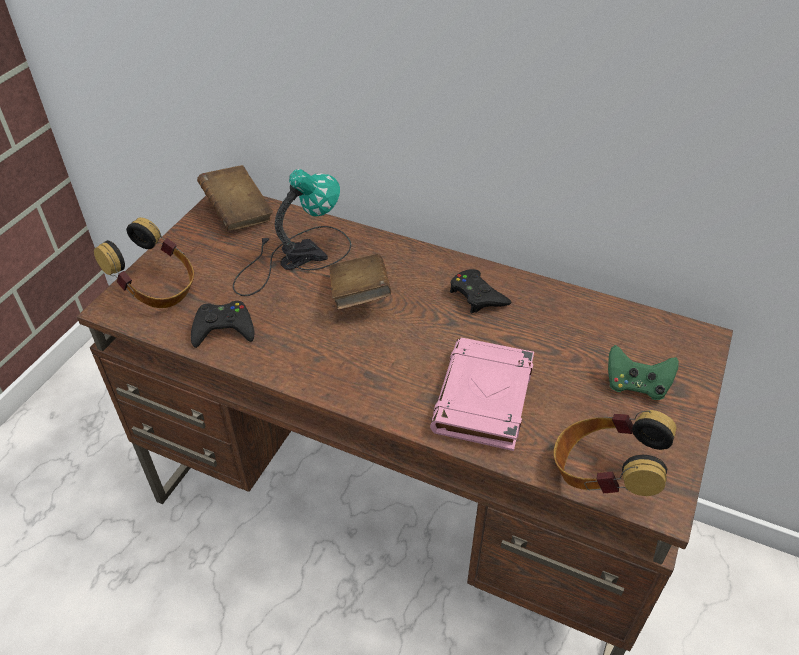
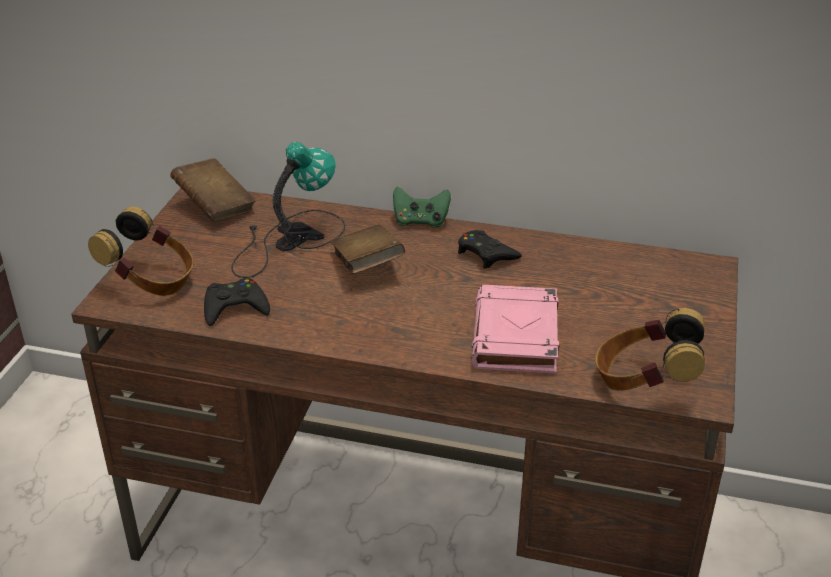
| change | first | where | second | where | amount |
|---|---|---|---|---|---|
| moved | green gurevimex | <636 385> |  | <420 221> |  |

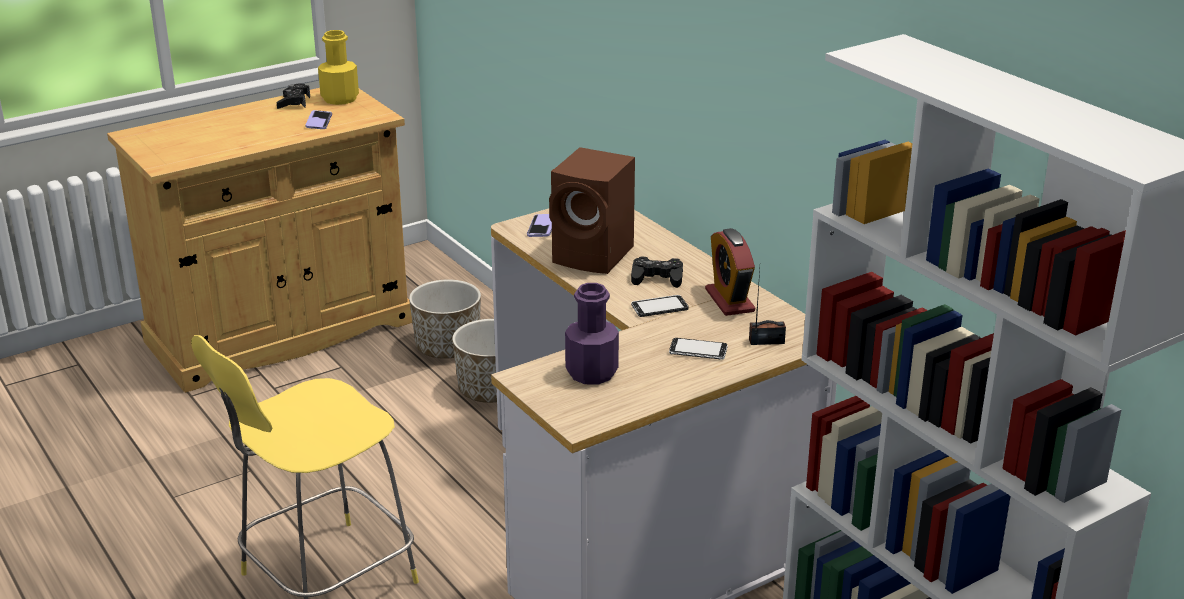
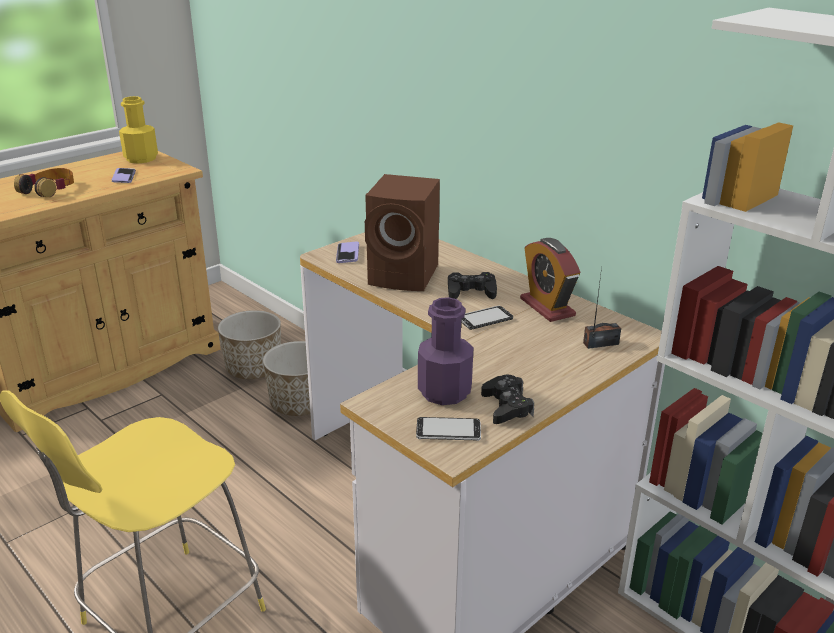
| change | first | where | second | where | amount |
|---|---|---|---|---|---|
| moved | black gurevimex | <294 102> |  | <506 406> |  |
| moved | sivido | <698 351> |  | <448 431> |  |
| added |  |  | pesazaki | <49 189> |  |

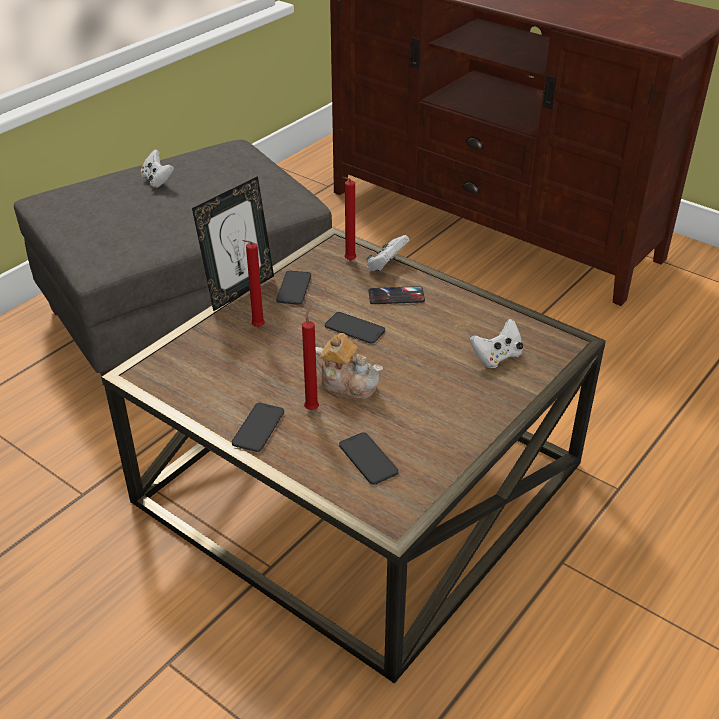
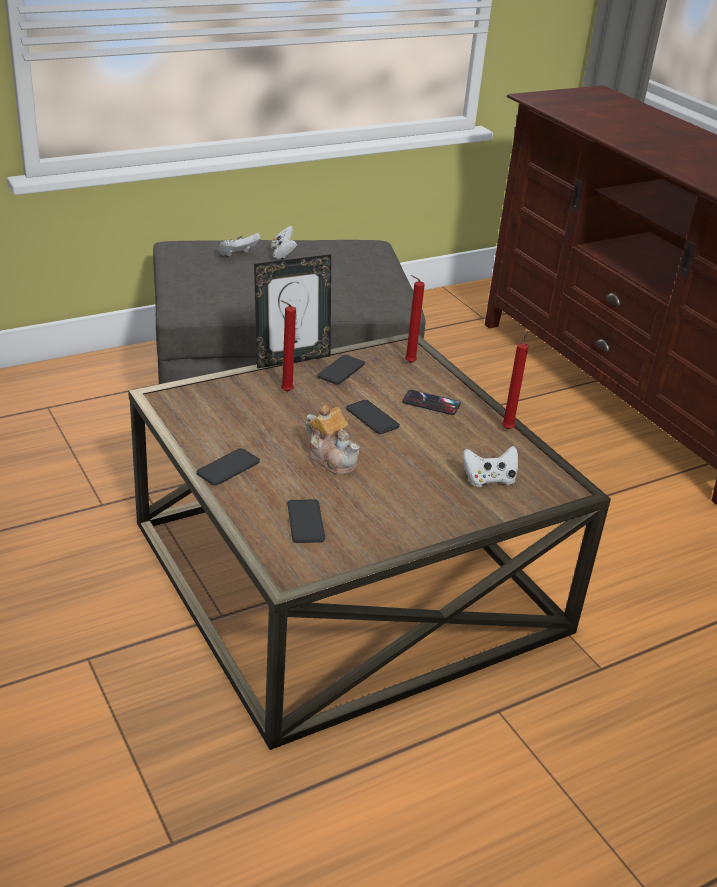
| change | first | where | second | where | amount |
|---|---|---|---|---|---|
| moved | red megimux | <312 408> |  | <508 428> |  |
| moved | white gurevimex | <386 265> |  | <237 255> |  |

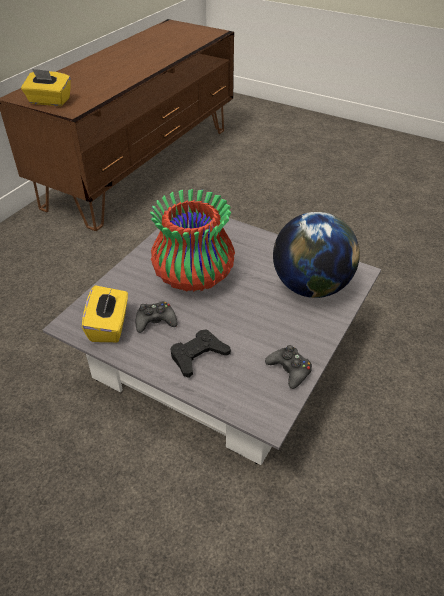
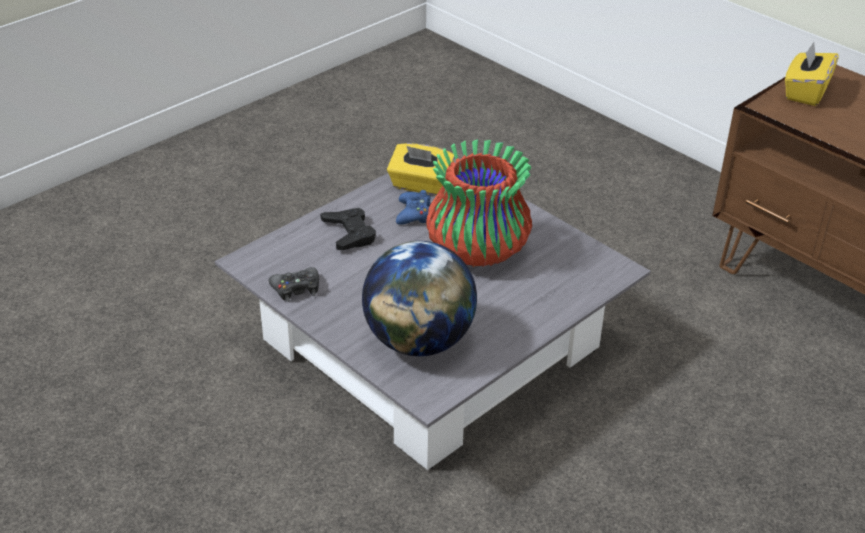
| change | first | where | second | where | amount |
|---|---|---|---|---|---|
| recoloured | black gurevimex | <155 321> | blue gurevimex | <414 214> |  |

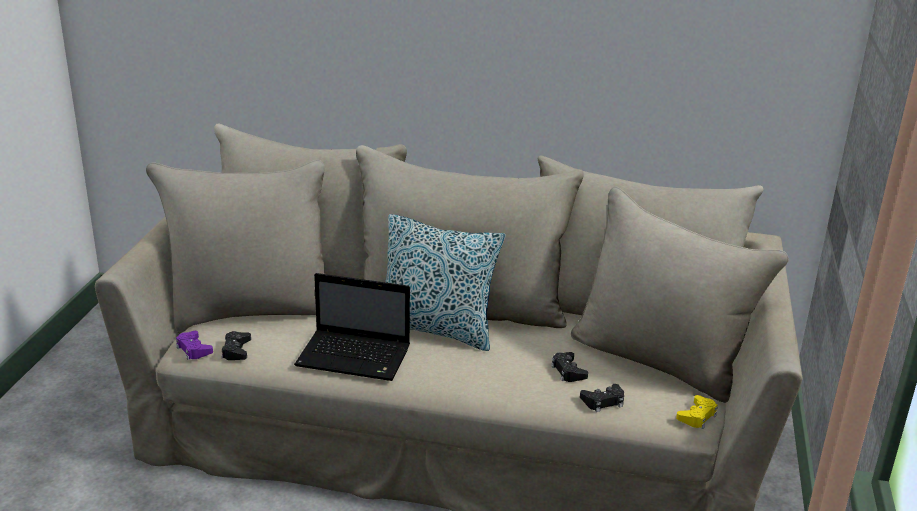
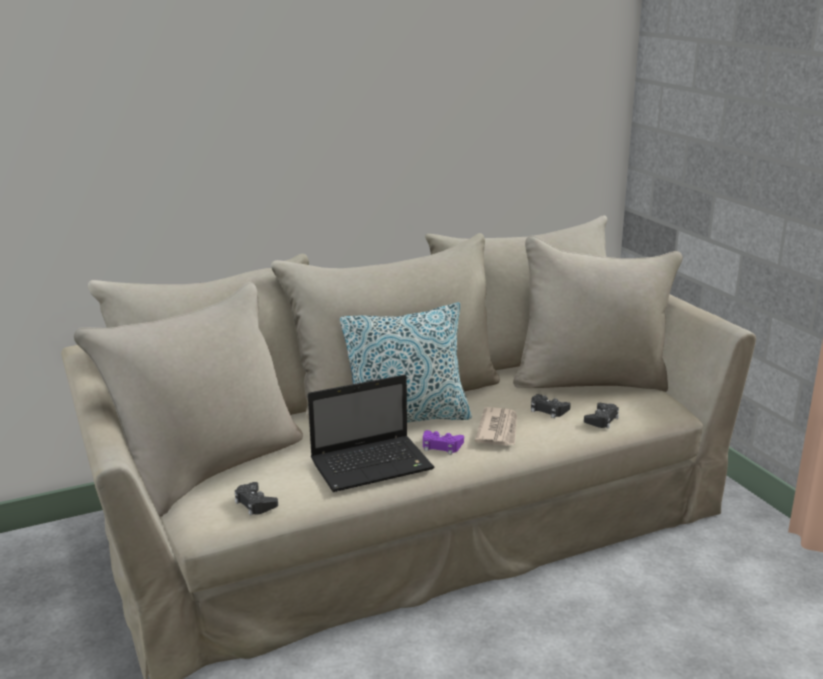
| change | first | where | second | where | amount |
|---|---|---|---|---|---|
| moved | purple gurevimex | <193 349> |  | <441 446> |  |
| removed | yellow gurevimex | <697 416> |  |  |  |
| added |  |  | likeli | <498 430> |  |

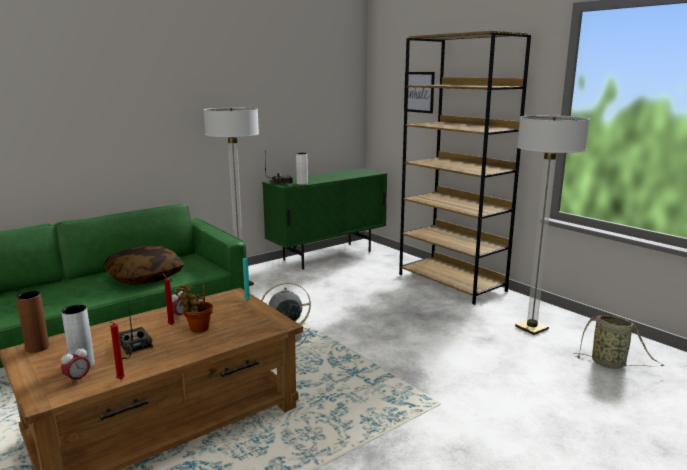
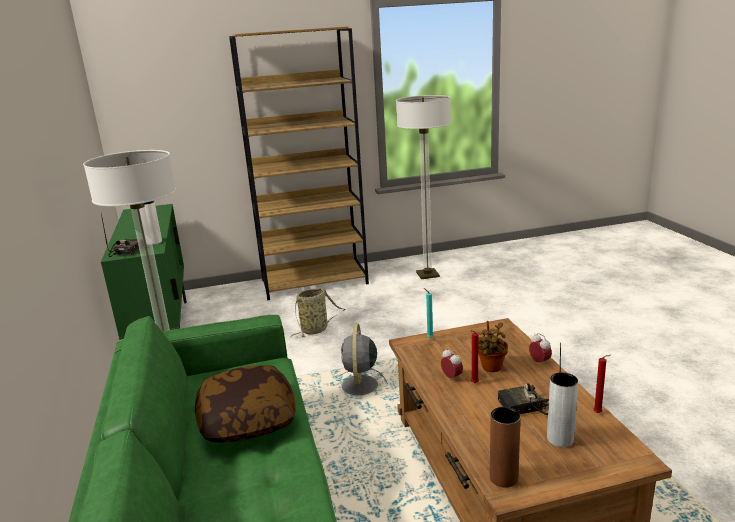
| change | first | where | second | where | amount |
|---|---|---|---|---|---|
| moved | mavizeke | <77 379> |  | <539 362> |  |
| removed | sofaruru | <419 92> |  |  |  |
| moved | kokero | <610 364> |  | <316 329> |  |

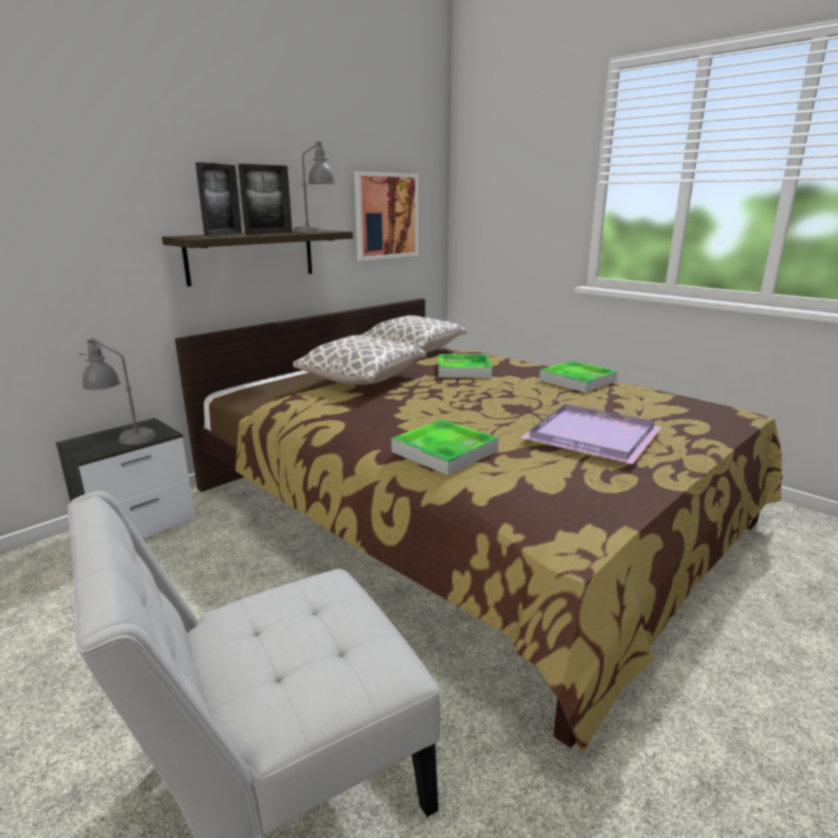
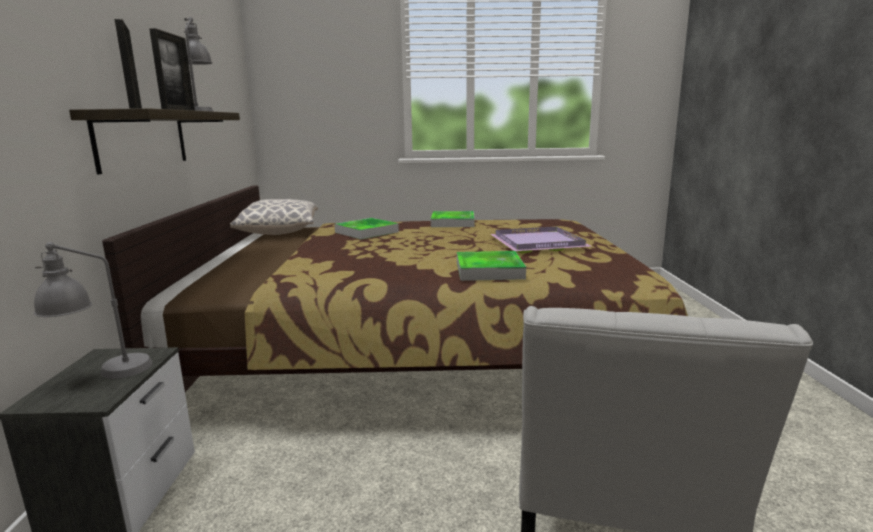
| change | first | where | second | where | amount |
|---|---|---|---|---|---|
| removed | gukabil | <361 380> |  |  |  |
| removed | sofaruru | <386 216> |  |  |  |

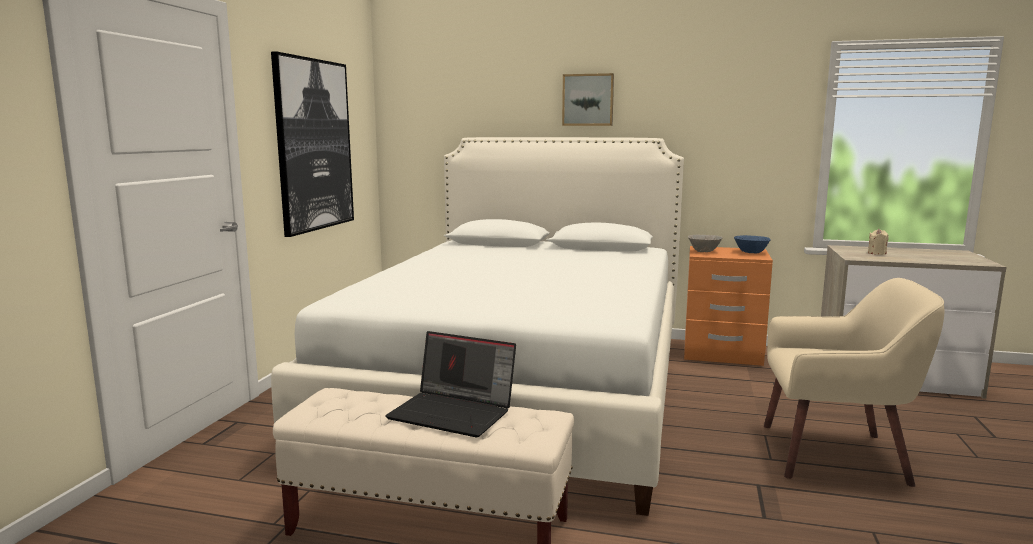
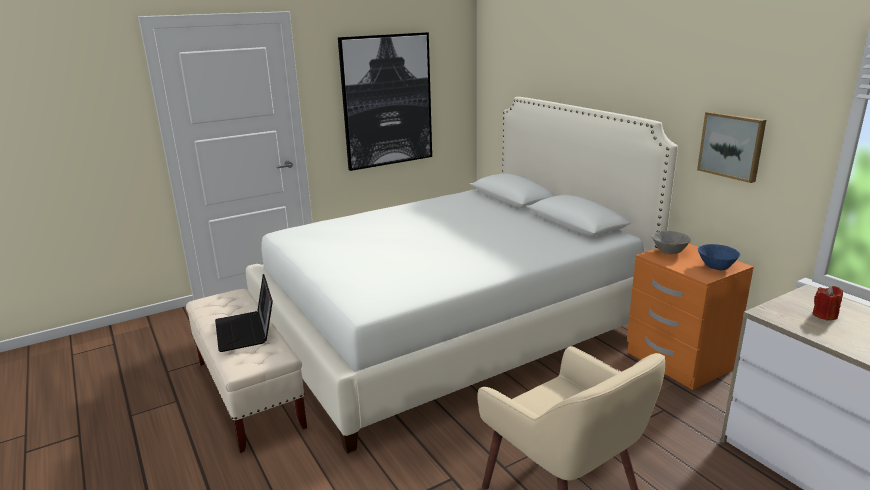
| change | first | where | second | where | amount |
|---|---|---|---|---|---|
| moved | sofaruru | <588 100> |  | <732 145> |  |
| recoloured | beige megimux | <877 253> | red megimux | <824 315> |  |

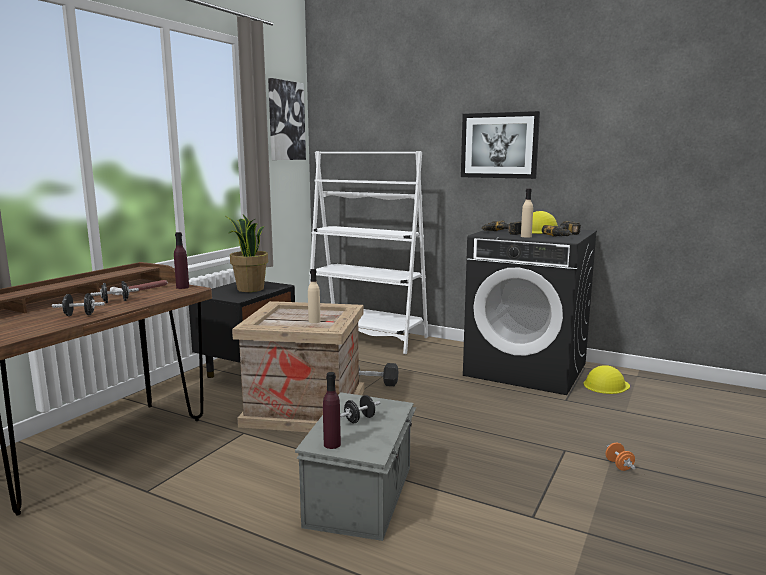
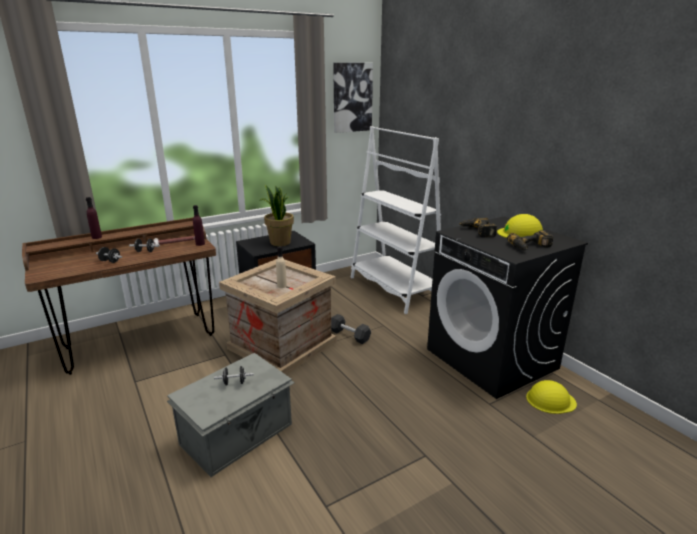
| change | first | where | second | where | amount |
|---|---|---|---|---|---|
| moved | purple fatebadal | <332 444> |  | <97 237> |  |
| removed | sofaruru | <499 145> |  |  |  |
| removed | beige fatebadal | <526 236> |  |  |  |
| removed | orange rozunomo | <619 465> |  |  |  |

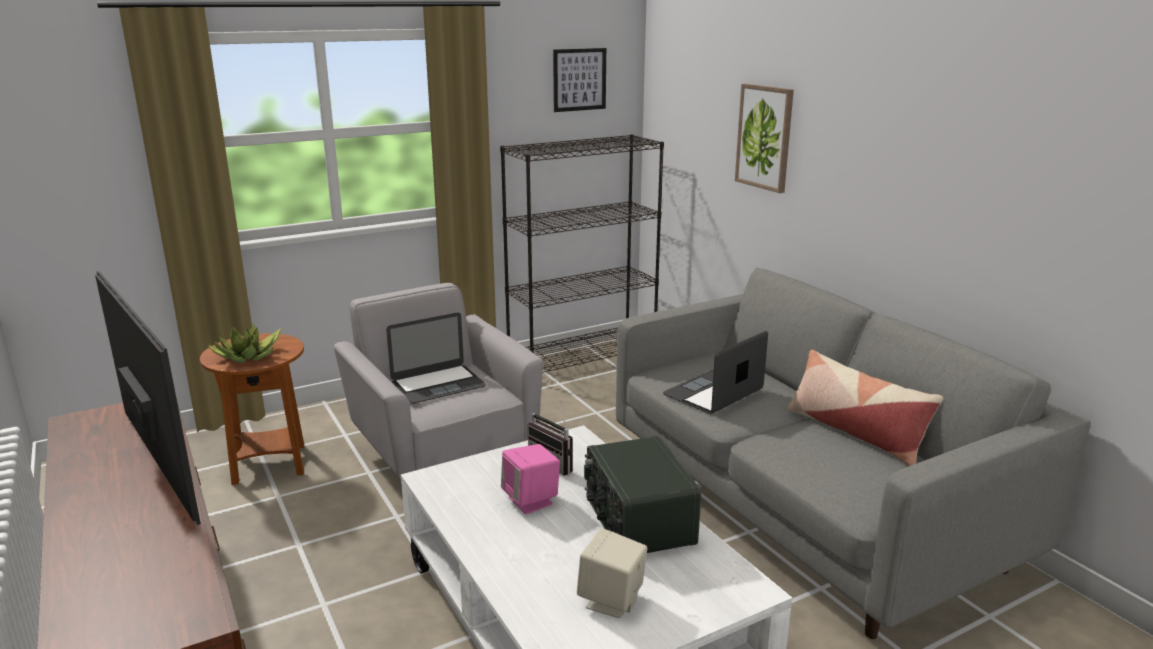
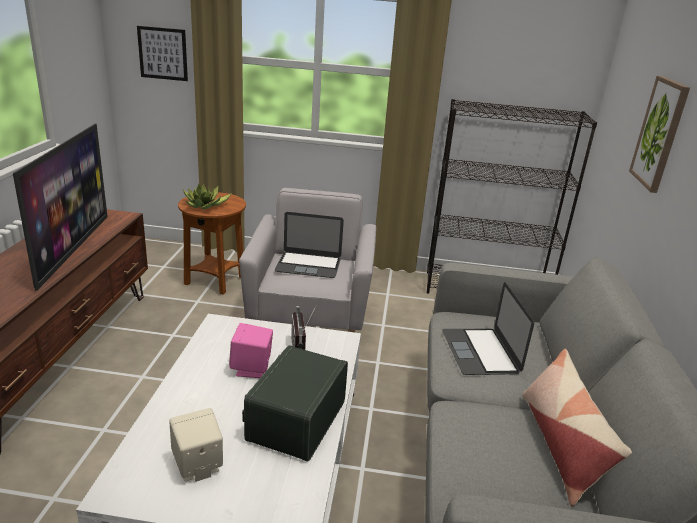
| change | first | where | second | where | amount |
|---|---|---|---|---|---|
| moved | sofaruru | <579 79> |  | <163 53> |  |
| turned | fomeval | <713 392> |  | <480 351> | 90 degrees counterclockwise |

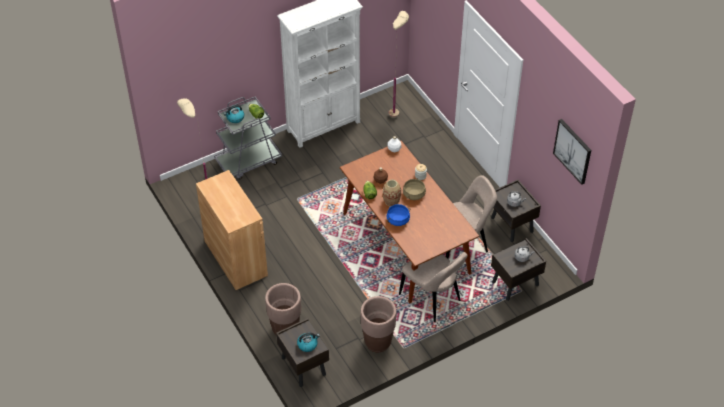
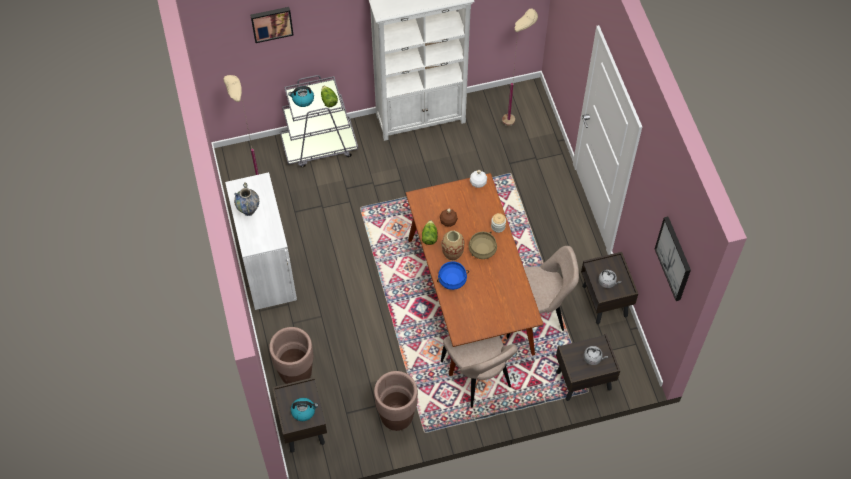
| change | first | where | second | where | amount |
|---|---|---|---|---|---|
| recoloured | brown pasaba | <235 258> | white pasaba | <267 268> |  |
| added |  |  | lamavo | <249 210> |  |
| added |  |  | sofaruru | <271 23> |  |

